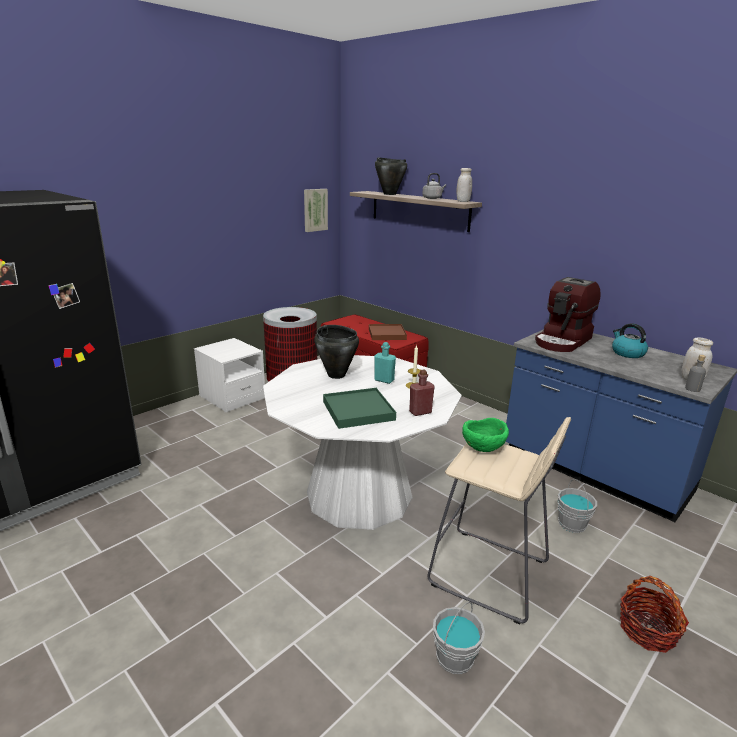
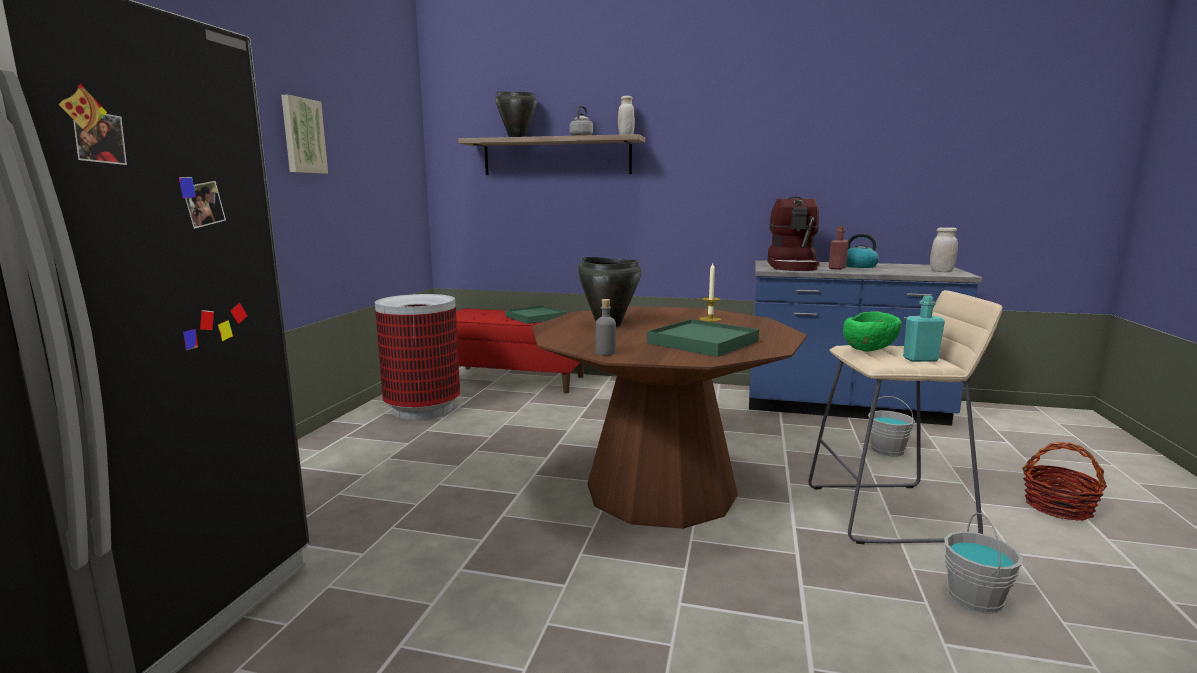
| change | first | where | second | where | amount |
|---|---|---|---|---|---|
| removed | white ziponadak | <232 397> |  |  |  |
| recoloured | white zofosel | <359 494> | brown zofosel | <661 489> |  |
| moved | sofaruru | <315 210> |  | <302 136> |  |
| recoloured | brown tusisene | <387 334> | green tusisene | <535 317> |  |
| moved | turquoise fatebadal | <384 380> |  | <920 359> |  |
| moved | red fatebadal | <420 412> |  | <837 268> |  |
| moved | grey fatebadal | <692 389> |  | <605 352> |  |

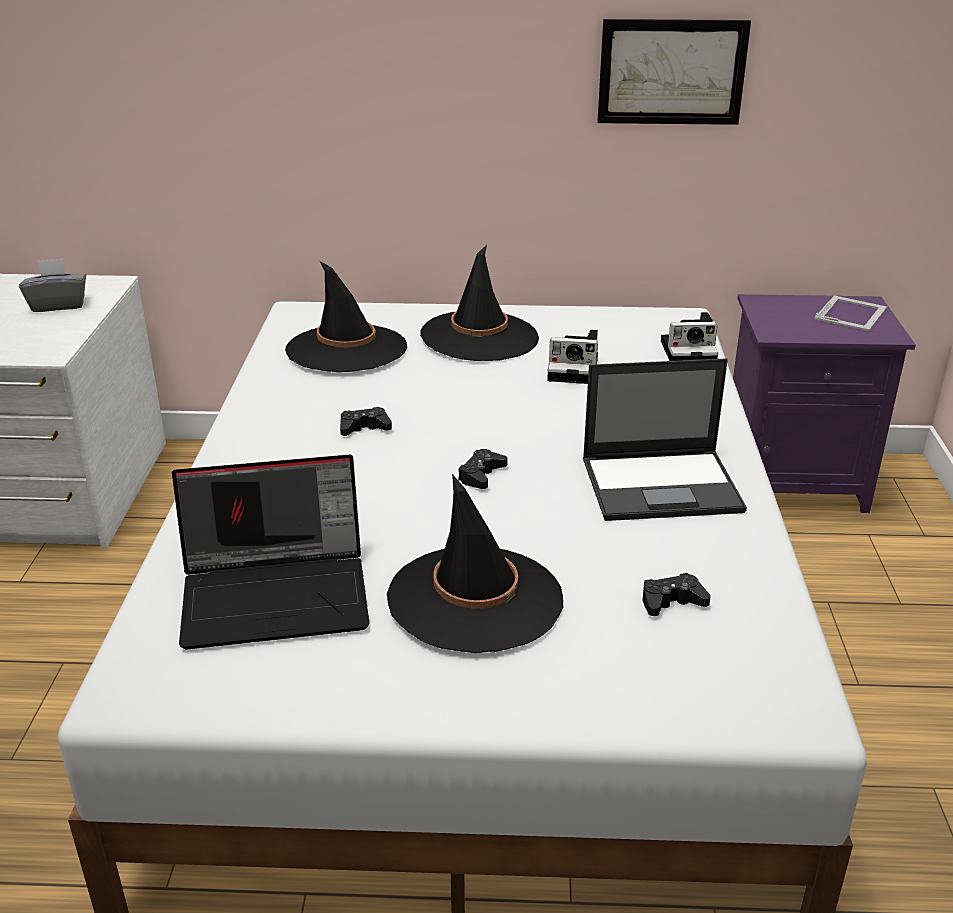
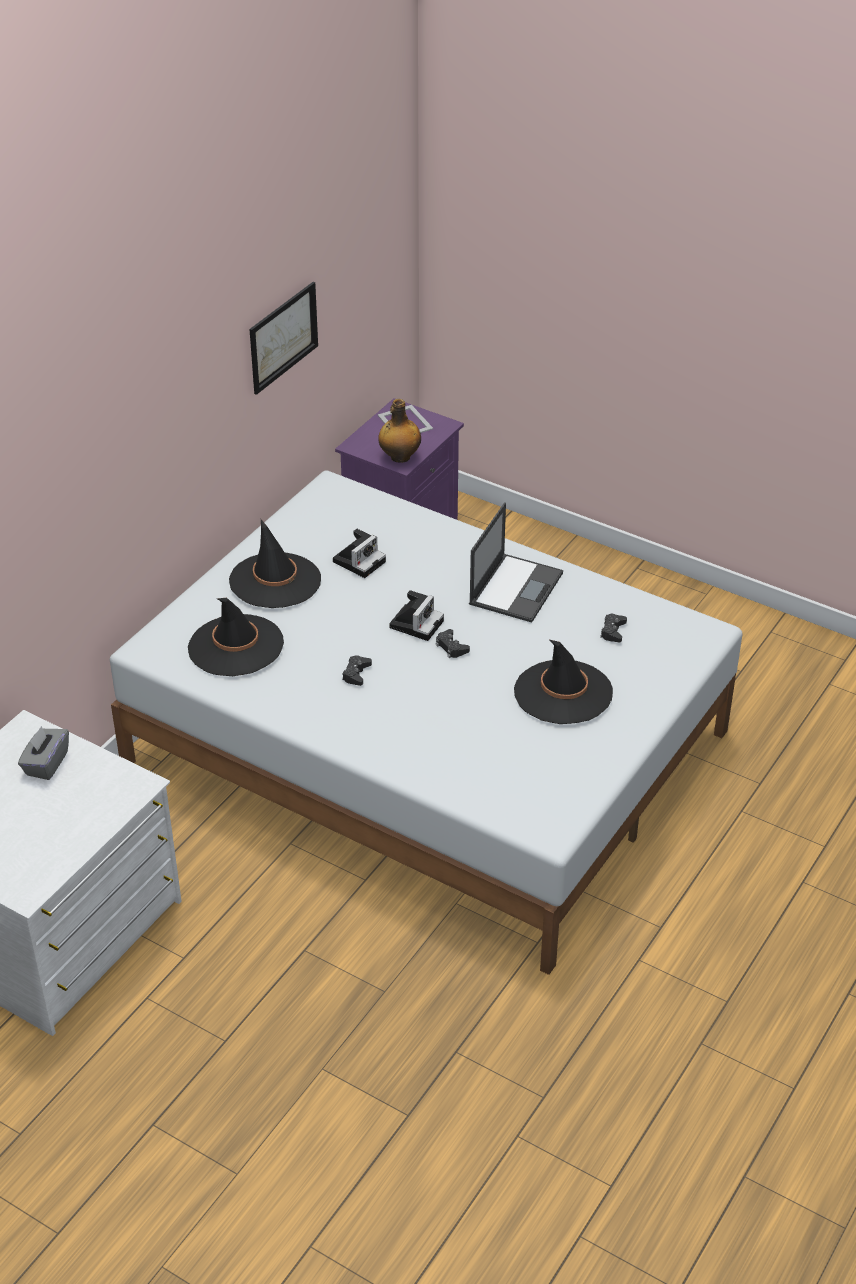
| change | first | where | second | where | amount |
|---|---|---|---|---|---|
| removed | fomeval | <278 594> |  |  |  |
| moved | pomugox | <690 352> |  | <416 623> |  |
| added |  |  | fatebadal | <399 457> |  |

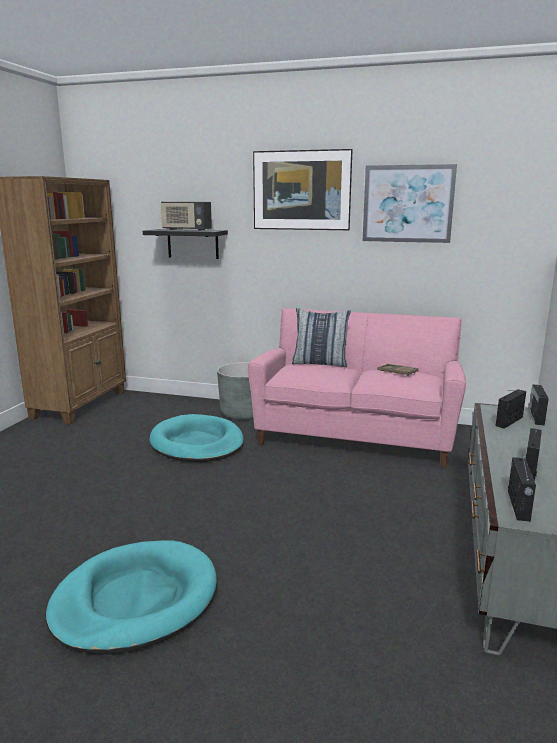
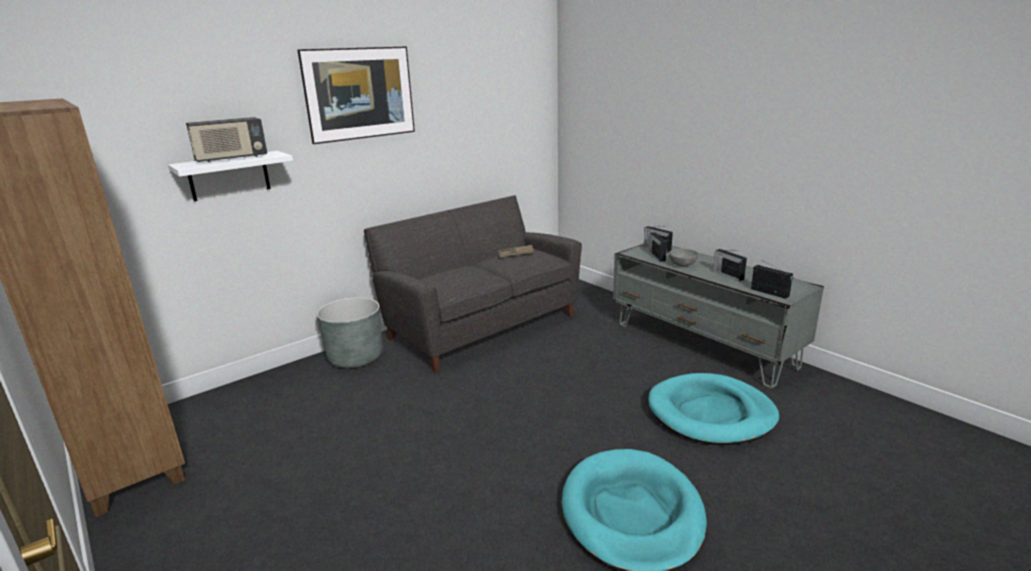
| change | first | where | second | where | amount |
|---|---|---|---|---|---|
| recoloured | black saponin | <193 243> | white saponin | <229 176> |  |
| moved | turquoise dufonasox | <197 443> |  | <711 413> |  |
| recoloured | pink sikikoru | <356 435> | grey sikikoru | <481 326> |  |
| removed | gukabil | <320 363> |  |  |  |
| removed | sofaruru | <408 204> |  |  |  |
| added |  |  | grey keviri | <682 265> |  |

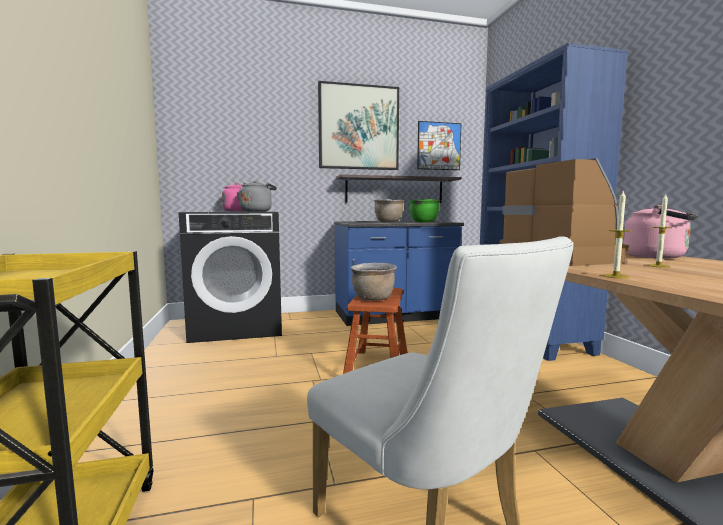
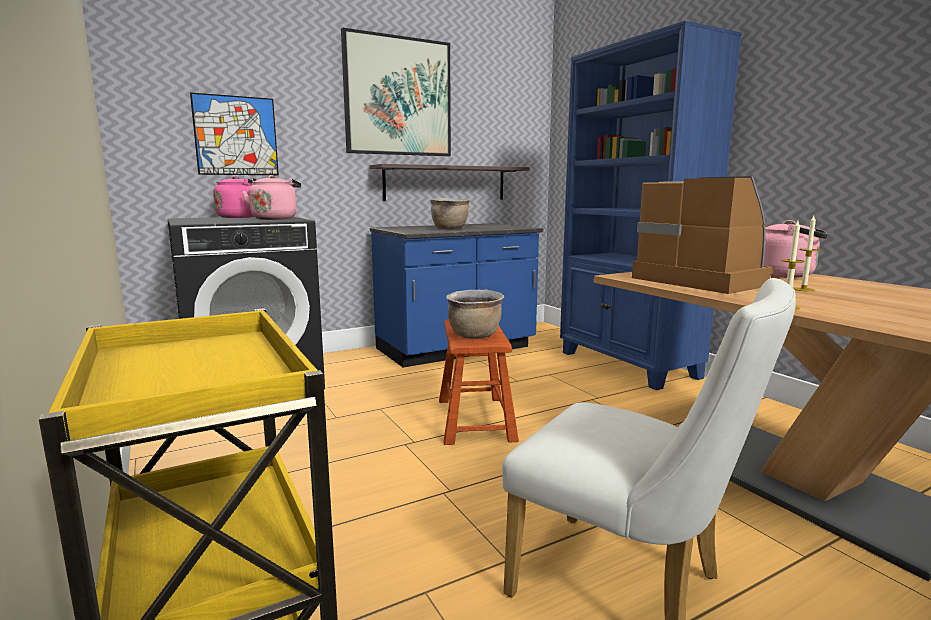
| change | first | where | second | where | amount |
|---|---|---|---|---|---|
| recoloured | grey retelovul | <257 211> | pink retelovul | <275 219> |  |
| removed | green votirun | <424 222> |  |  |  |
| moved | sofaruru | <439 146> |  | <236 136> |  |

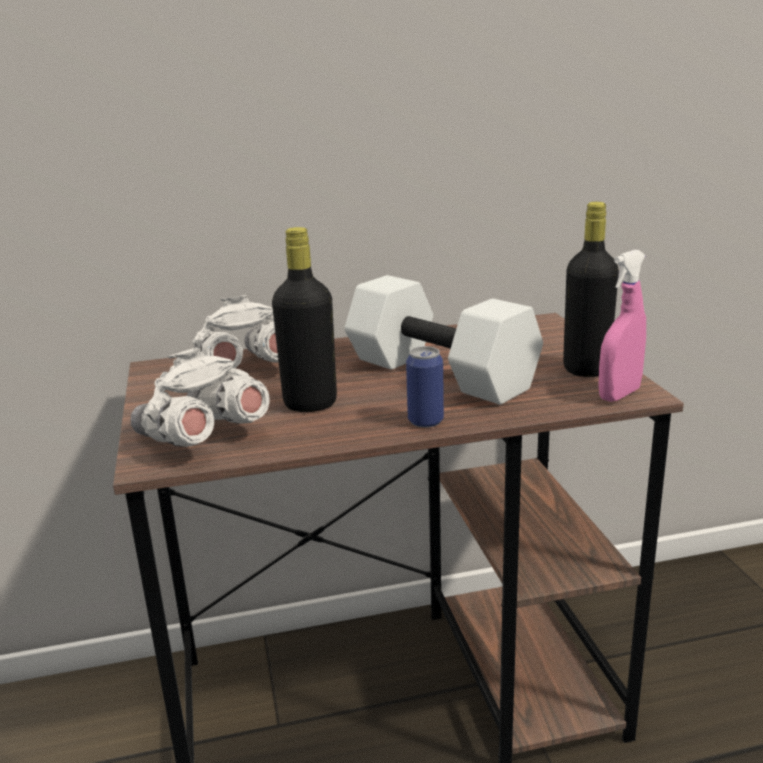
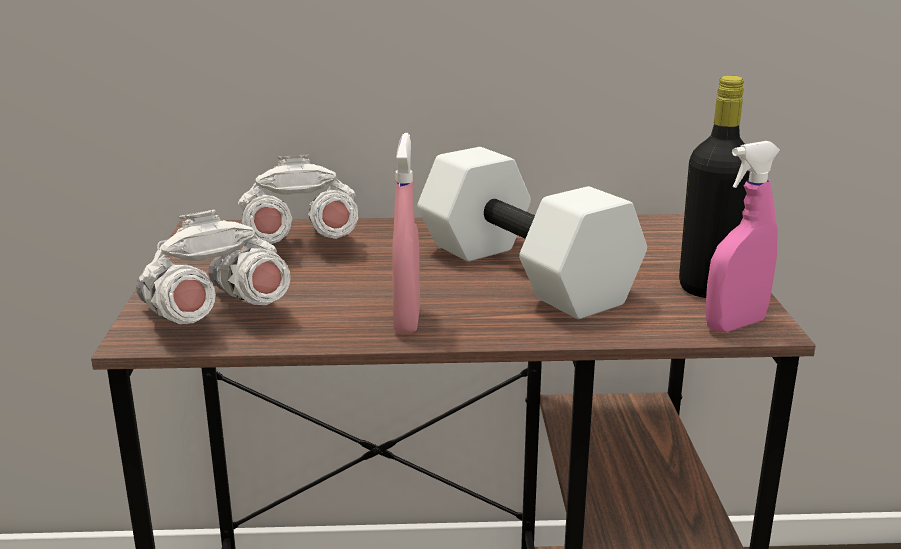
| change | first | where | second | where | amount |
|---|---|---|---|---|---|
| removed | black fatebadal | <310 403> |  |  |  |
| removed | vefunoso | <425 421> |  |  |  |
| added |  |  | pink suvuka | <407 321> |  |

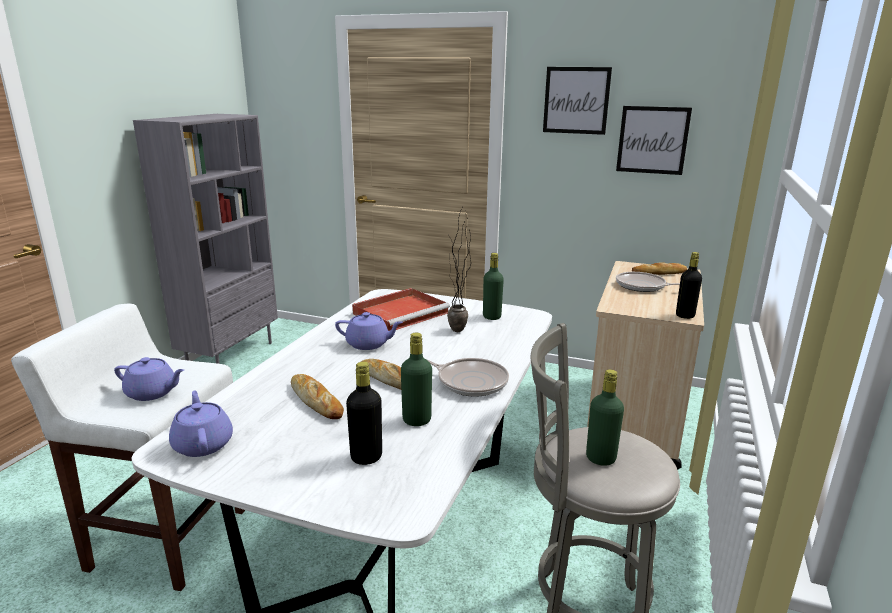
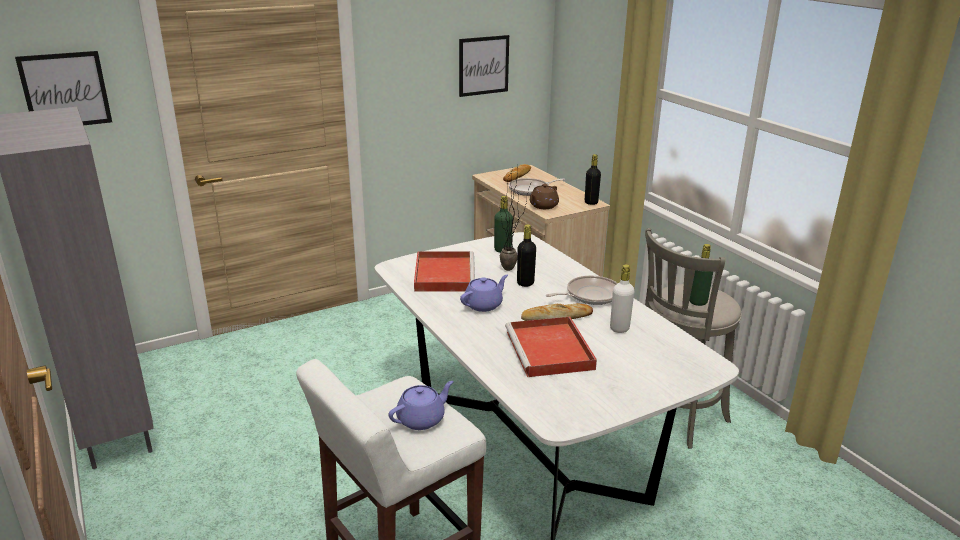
| change | first | where | second | where | amount |
|---|---|---|---|---|---|
| removed | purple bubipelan | <203 444> |  |  |  |
| replaced | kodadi | <316 400> | red tusisene | <550 351> |  |
| moved | black fatebadal | <366 457> |  | <525 283> |  |
| recoloured | green fatebadal | <416 420> | white fatebadal | <619 328> |  |
| moved | sofaruru | <576 100> |  | <65 90> |  |
| added |  |  | brown bubipelan | <543 206> |  |

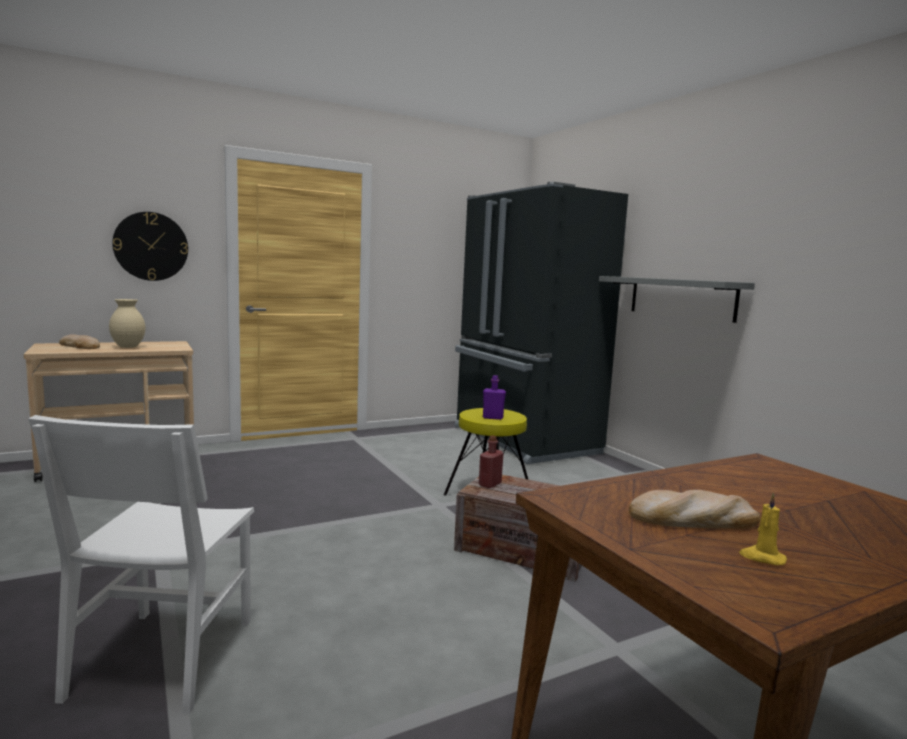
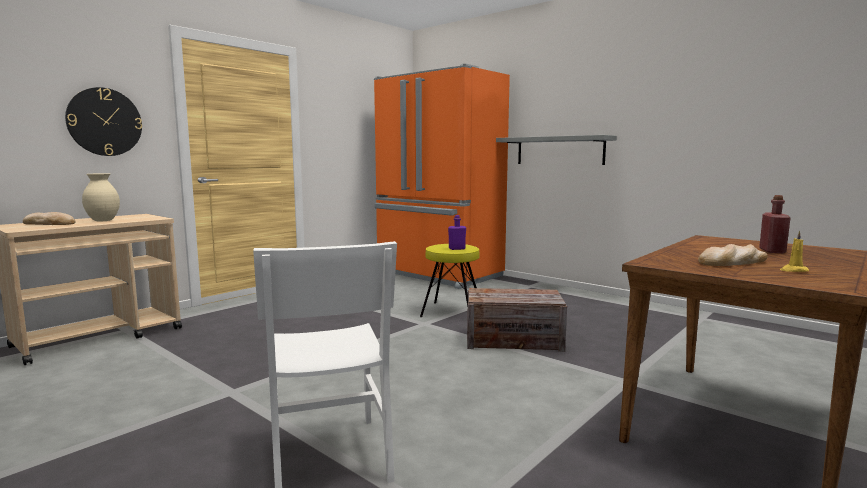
| change | first | where | second | where | amount |
|---|---|---|---|---|---|
| recoloured | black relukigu | <522 440> | orange relukigu | <438 275> |  |
| moved | red fatebadal | <490 484> |  | <772 251> |  |

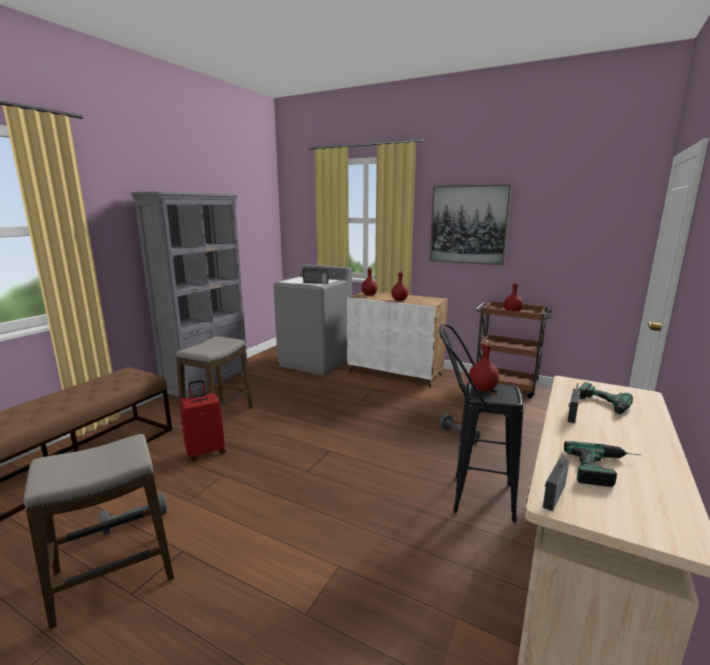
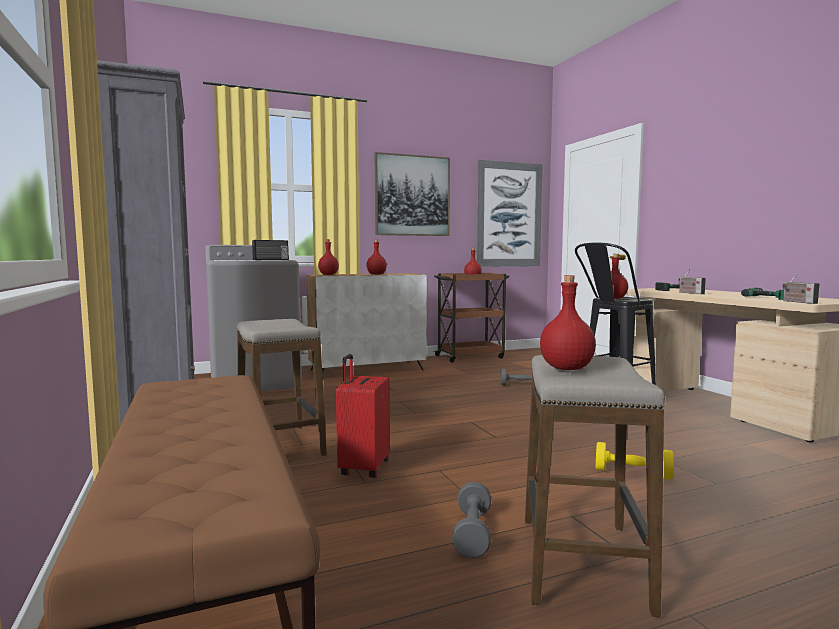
| change | first | where | second | where | amount |
|---|---|---|---|---|---|
| added |  |  | sofaruru | <509 214> |  |
| added |  |  | red fatebadal | <566 368> |  |
| added |  |  | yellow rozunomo | <633 473> |  |

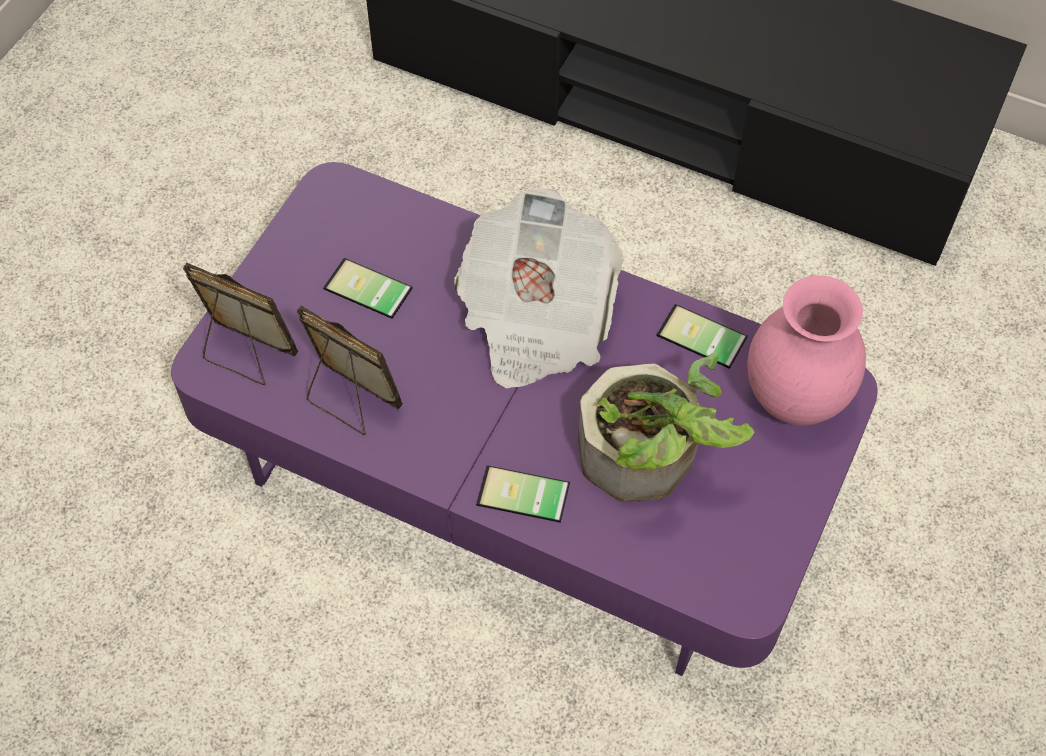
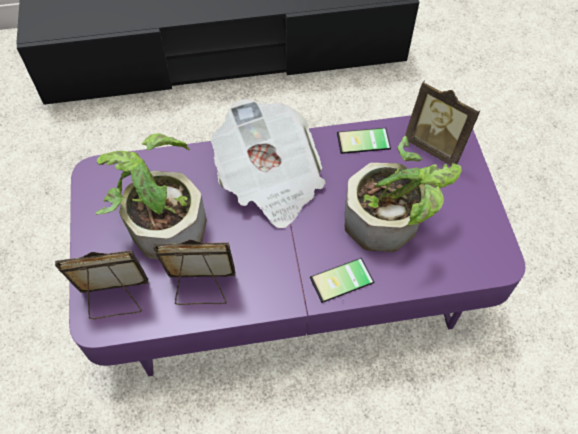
| change | first | where | second | where | amount |
|---|---|---|---|---|---|
| replaced | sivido | <365 292> | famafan | <161 221> |  |
| replaced | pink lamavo | <796 401> | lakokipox | <435 146> |  |

